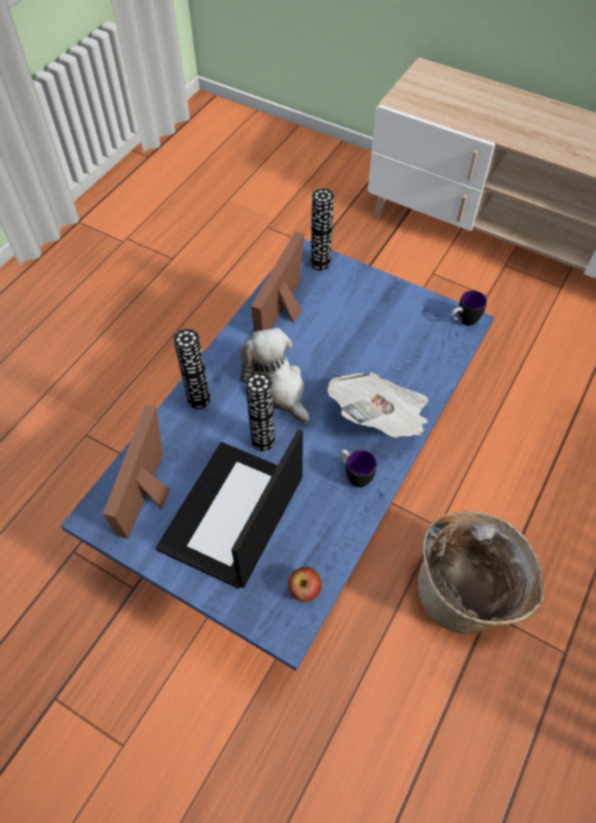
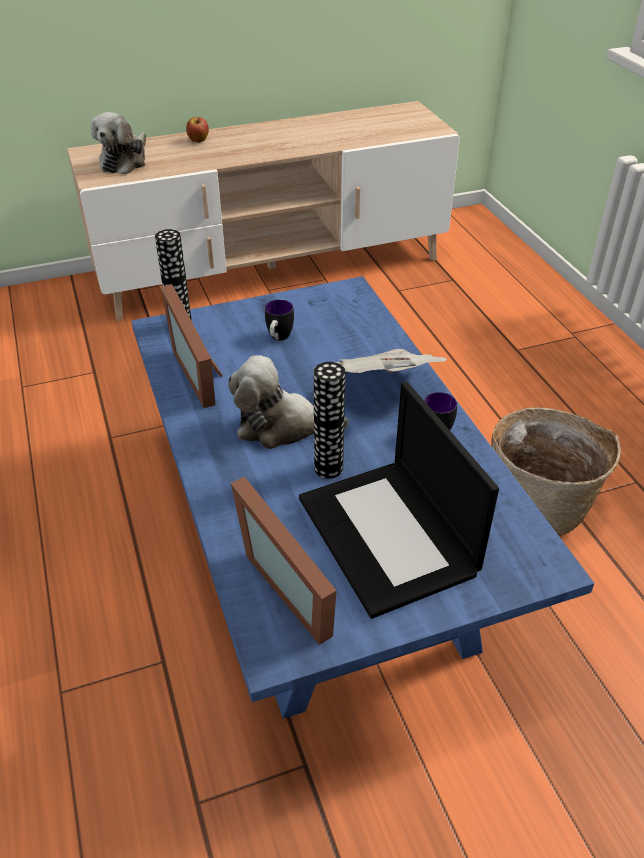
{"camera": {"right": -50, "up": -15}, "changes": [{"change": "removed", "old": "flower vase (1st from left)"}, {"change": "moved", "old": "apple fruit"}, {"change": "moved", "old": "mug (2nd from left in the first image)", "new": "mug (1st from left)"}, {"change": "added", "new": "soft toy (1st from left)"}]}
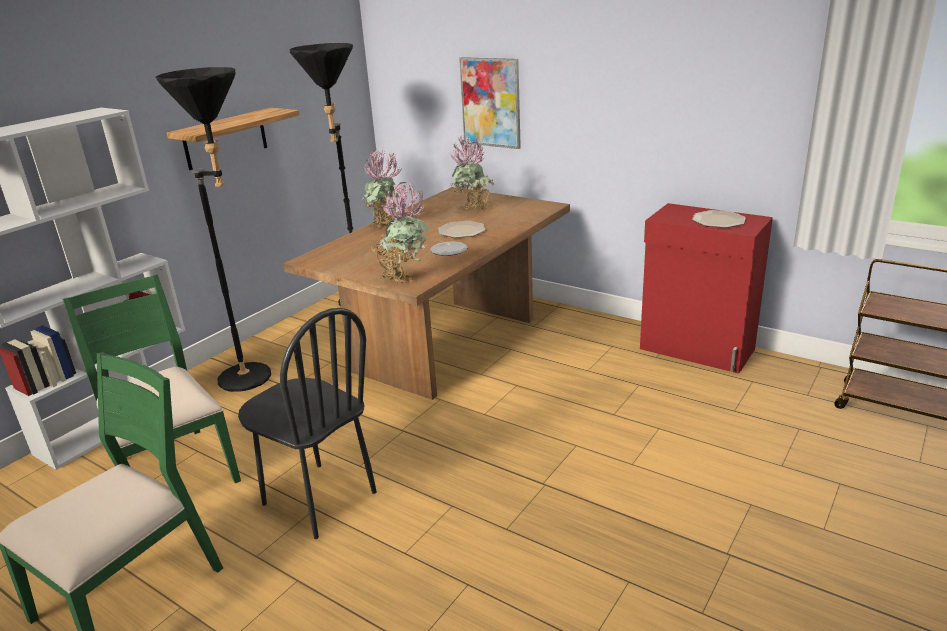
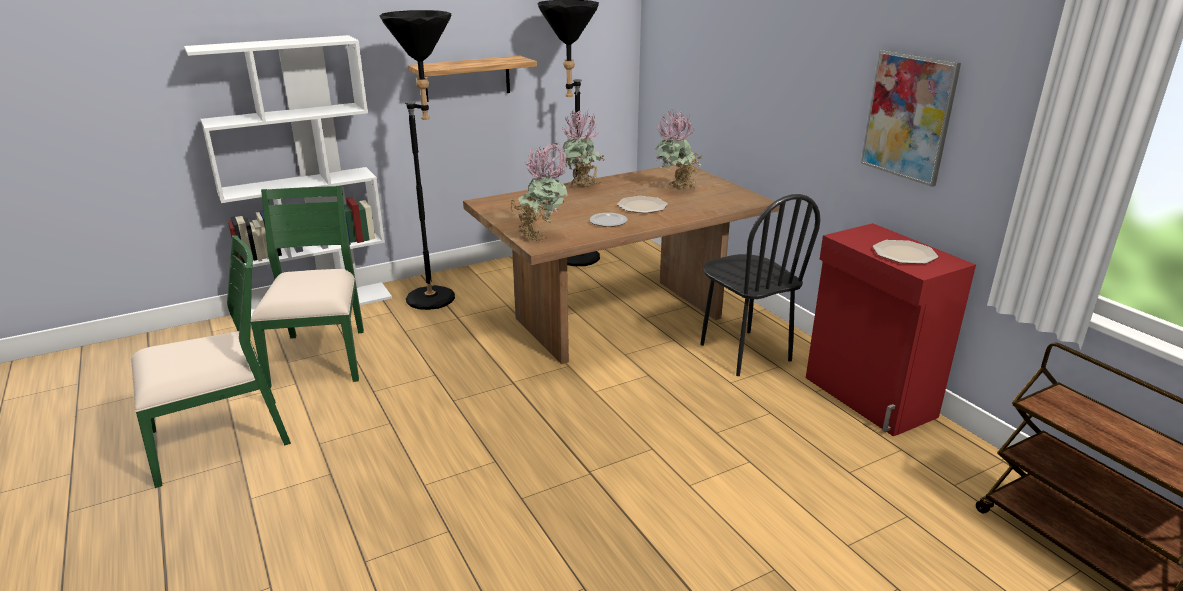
{"camera": {"right": 25, "up": 0}, "changes": [{"change": "moved", "old": "blackish chair"}, {"change": "moved", "old": "picture"}]}
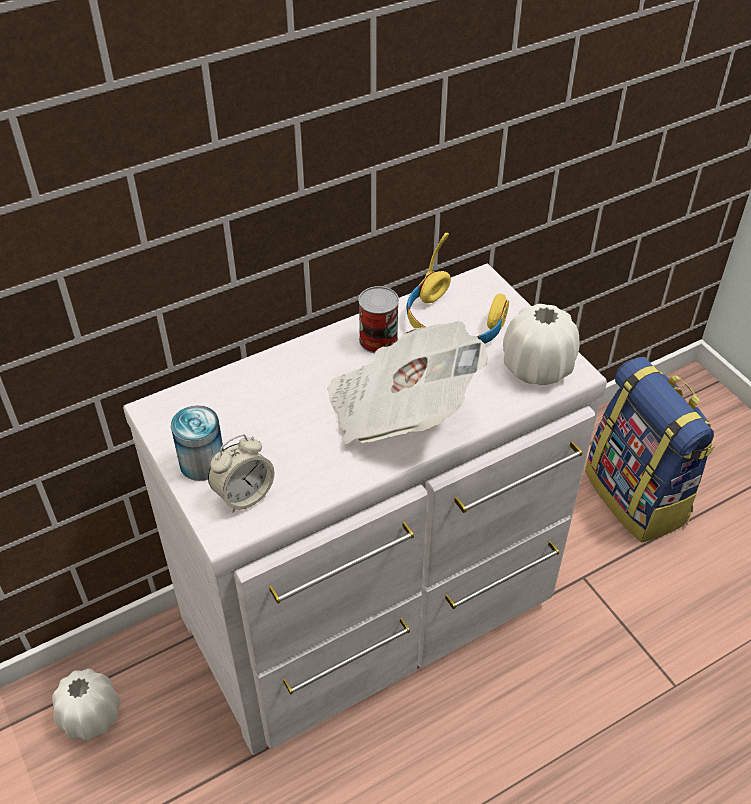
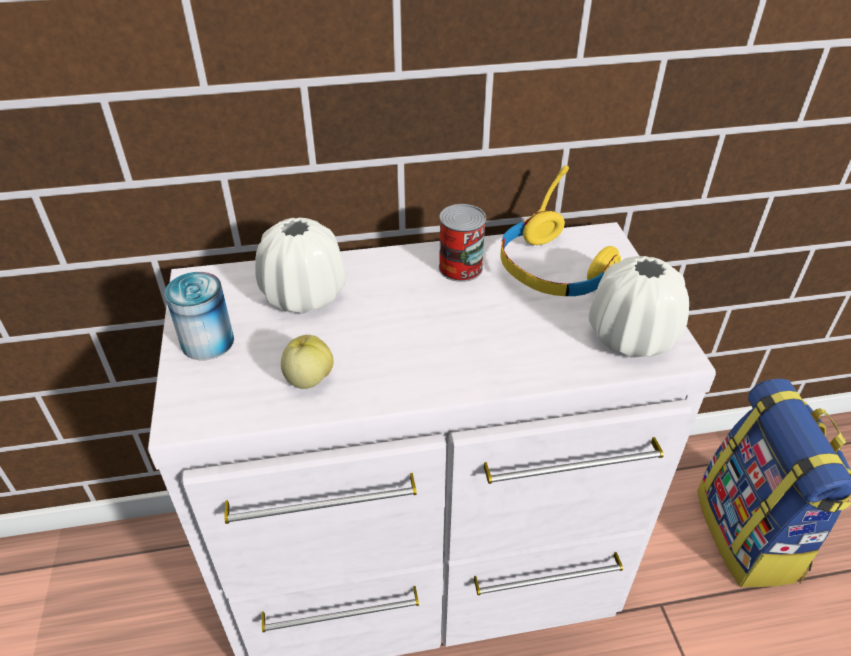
{"camera": {"right": 20, "up": -5}, "changes": [{"change": "moved", "old": "whitish flower vase (1st from left)"}, {"change": "removed", "old": "alarm clock"}, {"change": "removed", "old": "printed paper"}, {"change": "added", "new": "apple fruit"}]}
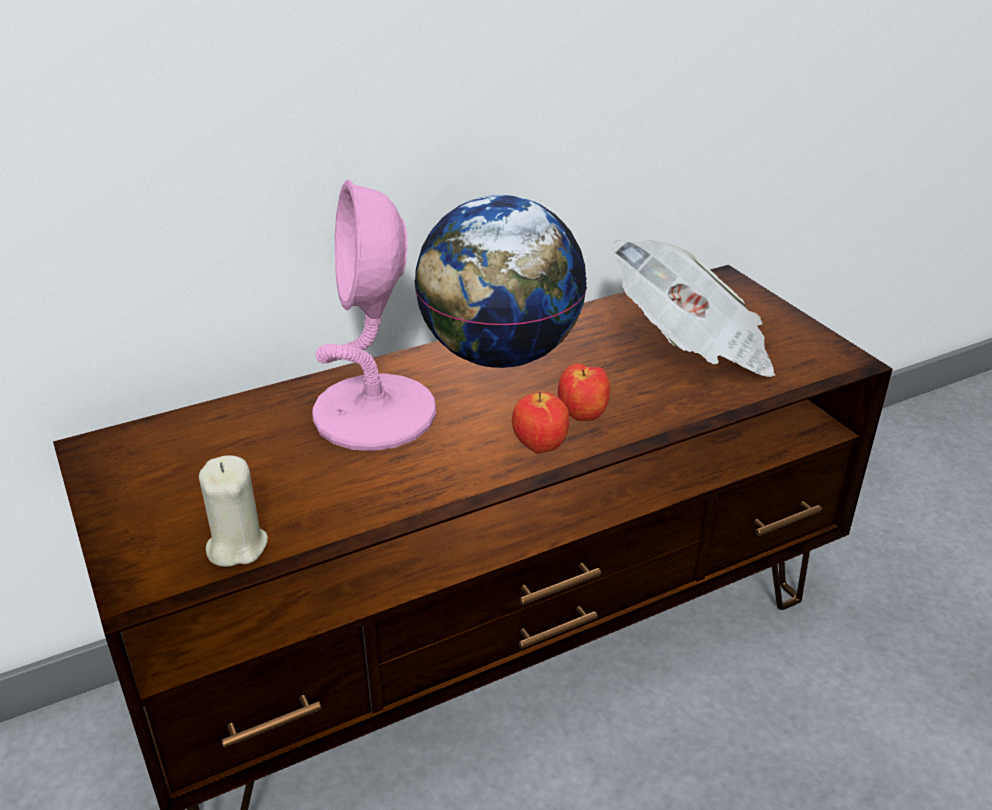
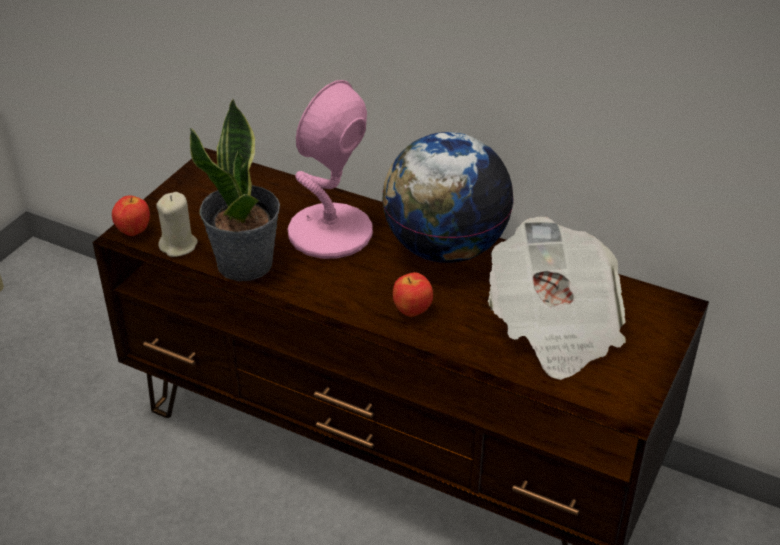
{"camera": {"right": 55, "up": 5}, "changes": [{"change": "moved", "old": "apple fruit (1st from left)"}, {"change": "added", "new": "houseplant"}]}
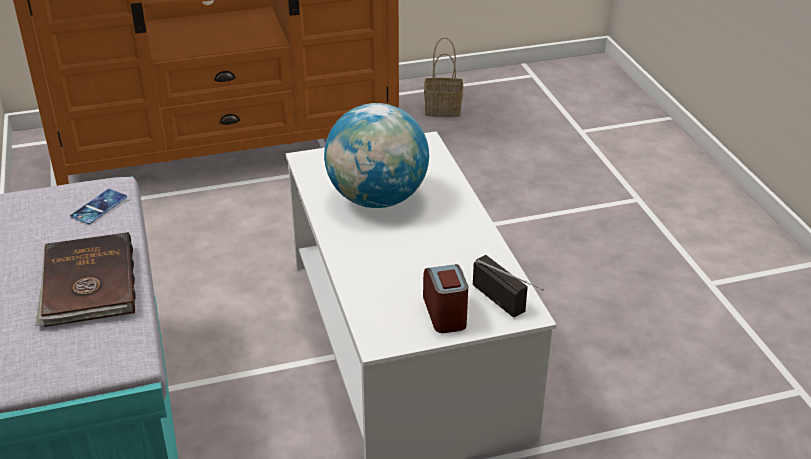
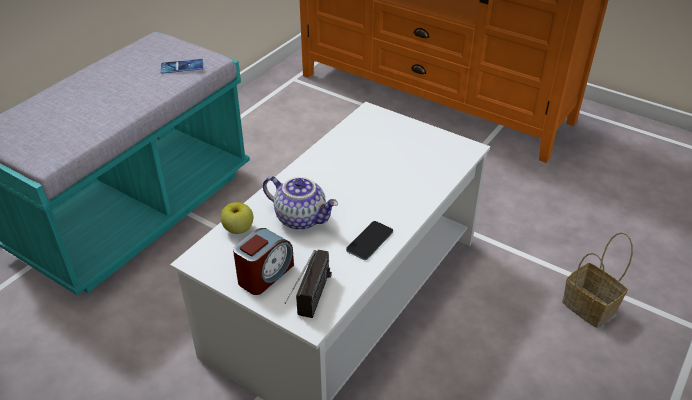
{"camera": {"right": 50, "up": 5}, "changes": [{"change": "removed", "old": "brown bound book"}, {"change": "removed", "old": "world globe"}, {"change": "moved", "old": "household basket"}, {"change": "added", "new": "apple fruit"}, {"change": "added", "new": "tea pot"}, {"change": "added", "new": "phone (2nd from left)"}]}
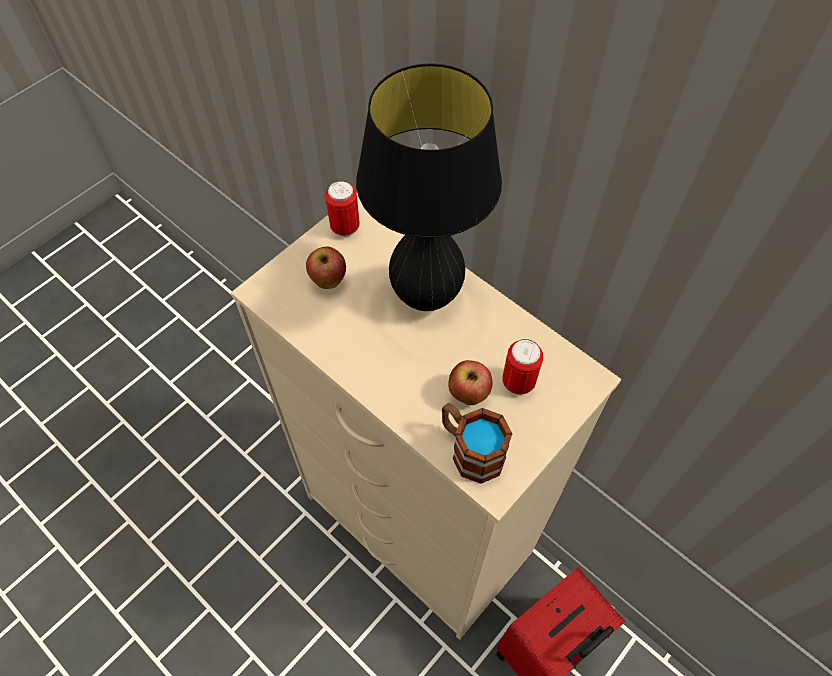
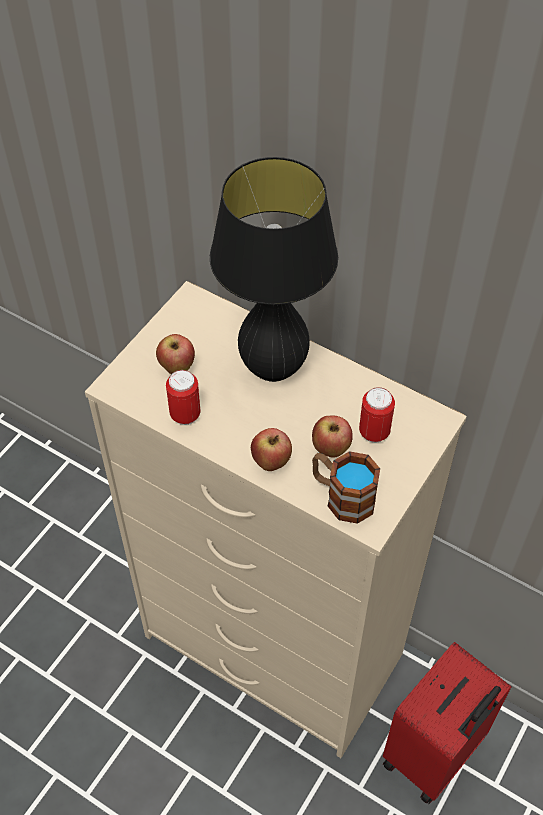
{"camera": {"right": -10, "up": -5}, "changes": [{"change": "moved", "old": "sealed can (1st from left)"}, {"change": "added", "new": "apple fruit (2nd from left)"}]}
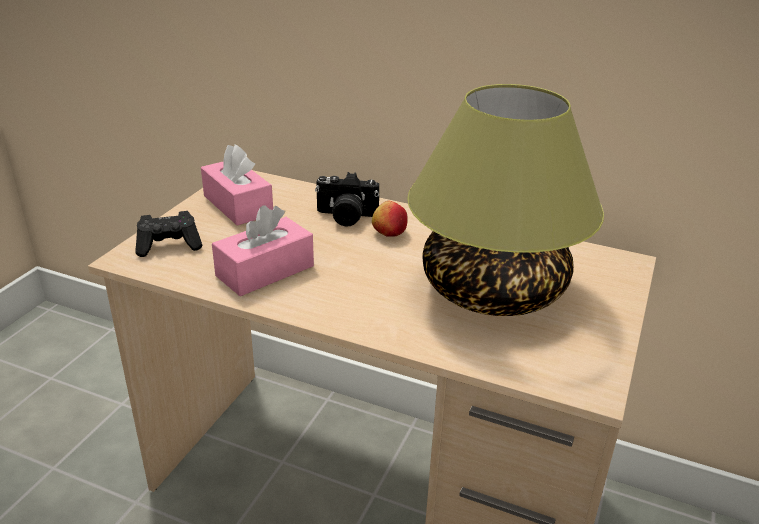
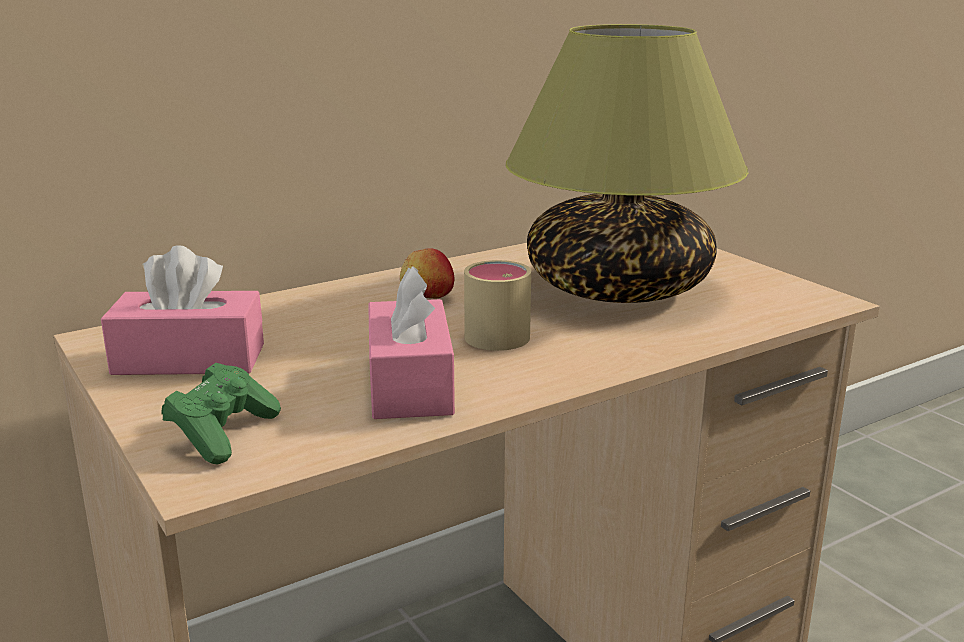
{"camera": {"right": -55, "up": -10}, "changes": [{"change": "recoloured", "old": "blackish gamepad", "new": "greenish gamepad"}, {"change": "removed", "old": "still camera"}, {"change": "added", "new": "beige-coloured mug"}]}
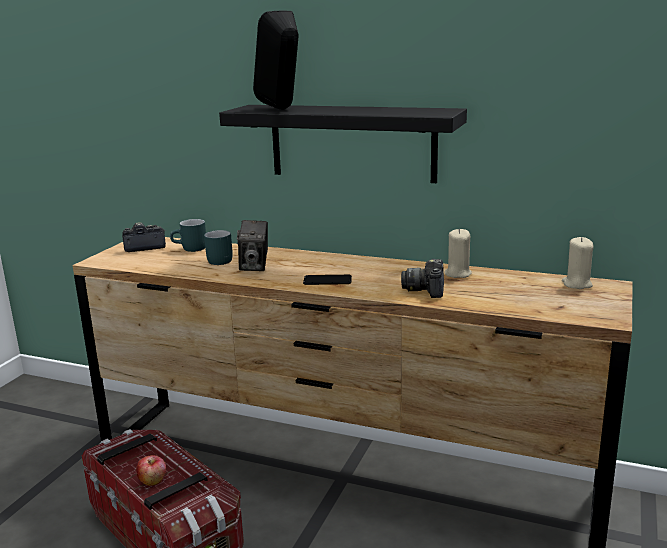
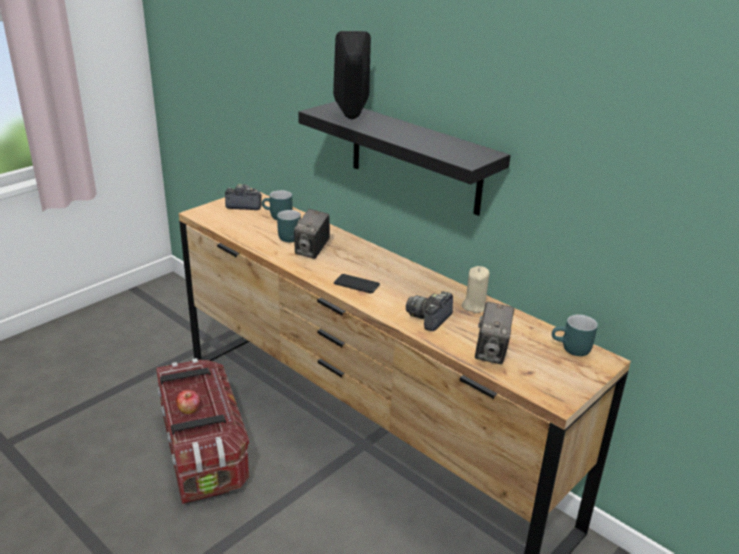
{"camera": {"right": 20, "up": 10}, "changes": [{"change": "replaced", "old": "beige-coloured wax light (2nd from left)", "new": "turquoise-coloured mug (3rd from left)"}, {"change": "added", "new": "still camera (4th from left)"}]}
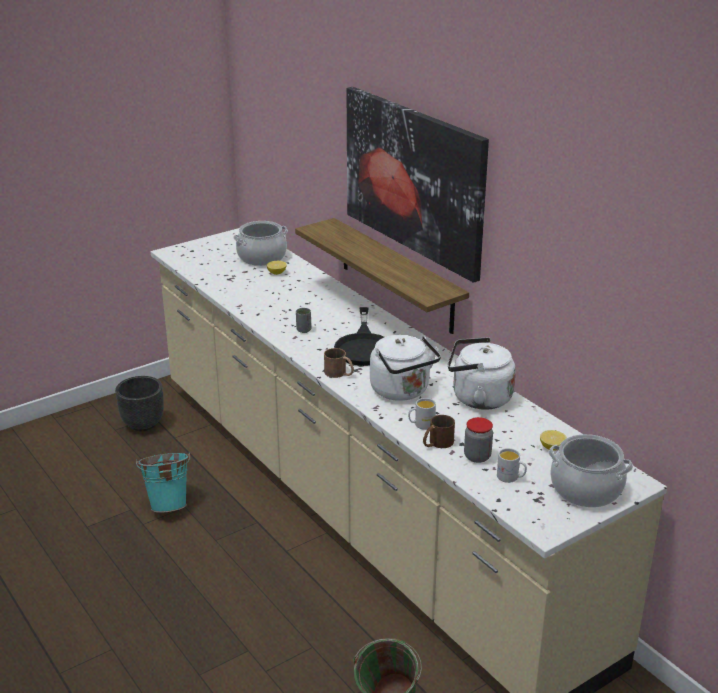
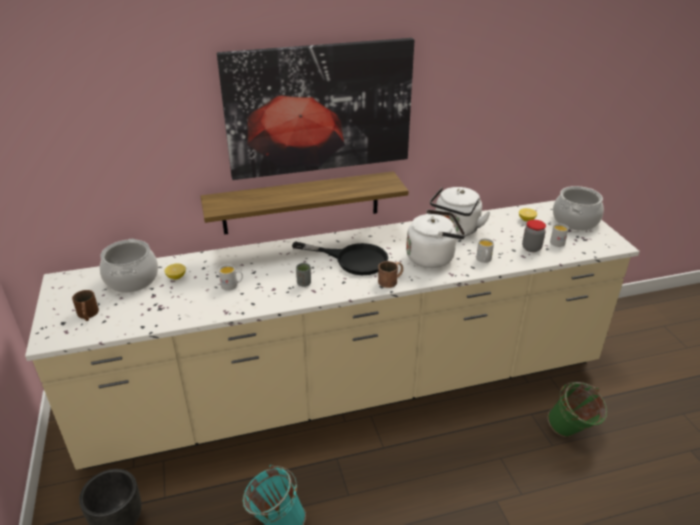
{"camera": {"right": -70, "up": 5}, "changes": [{"change": "moved", "old": "brown mug (2nd from left in the first image)", "new": "brown mug (1st from left)"}, {"change": "added", "new": "whitish mug (1st from left)"}]}
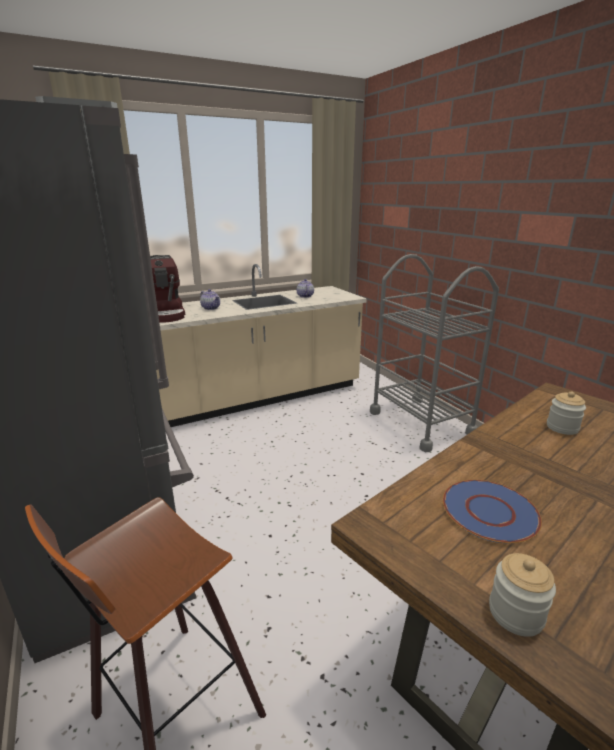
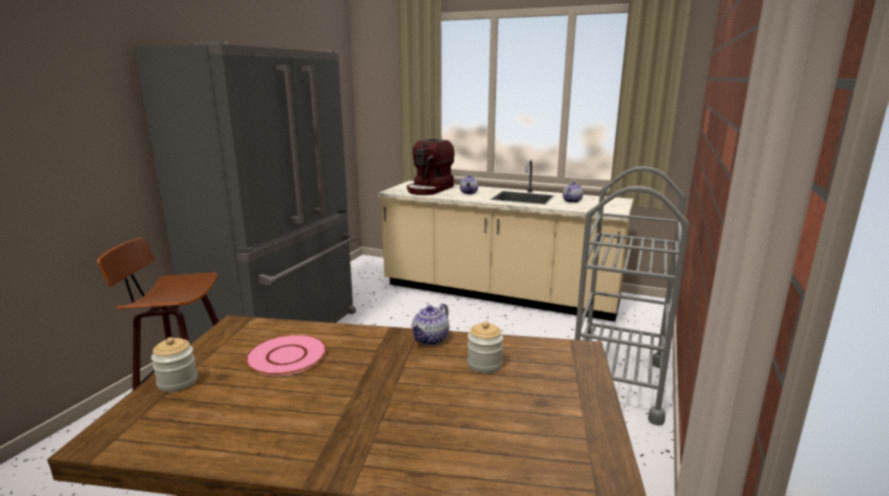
{"camera": {"right": 50, "up": -5}, "changes": [{"change": "recoloured", "old": "blue-coloured flat dish", "new": "pink-coloured flat dish"}, {"change": "added", "new": "tea pot (1st from left)"}]}
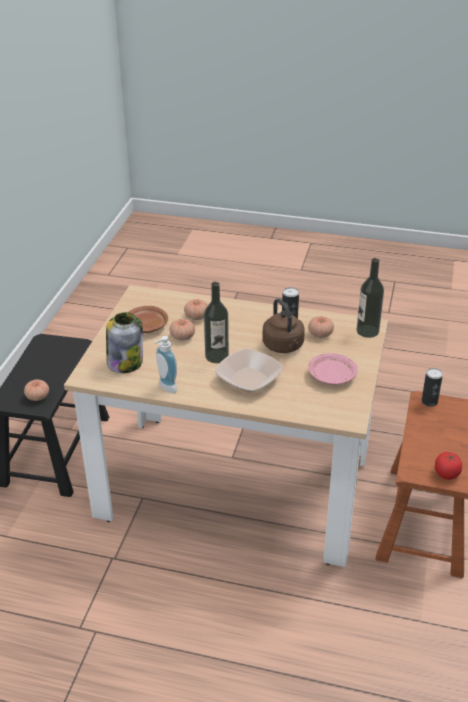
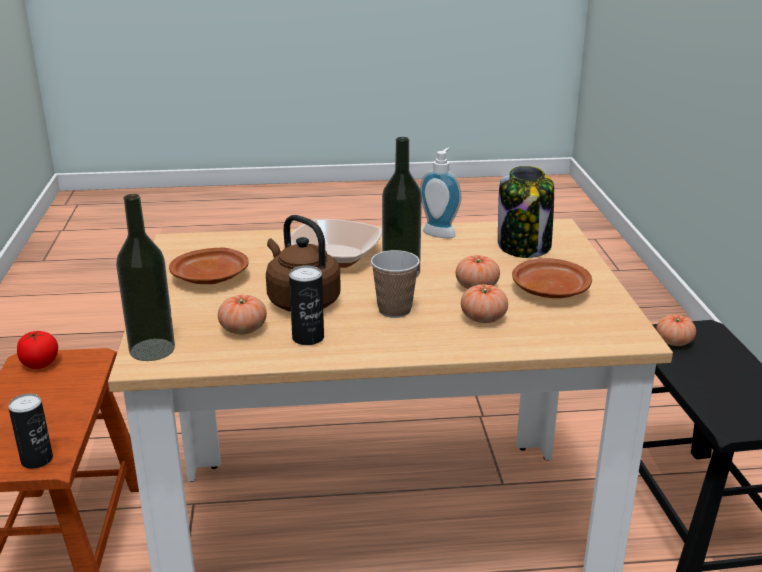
{"camera": {"right": 160, "up": -10}, "changes": [{"change": "recoloured", "old": "pink-coloured flat dish", "new": "brown flat dish (1st from left)"}, {"change": "added", "new": "small cup"}]}
